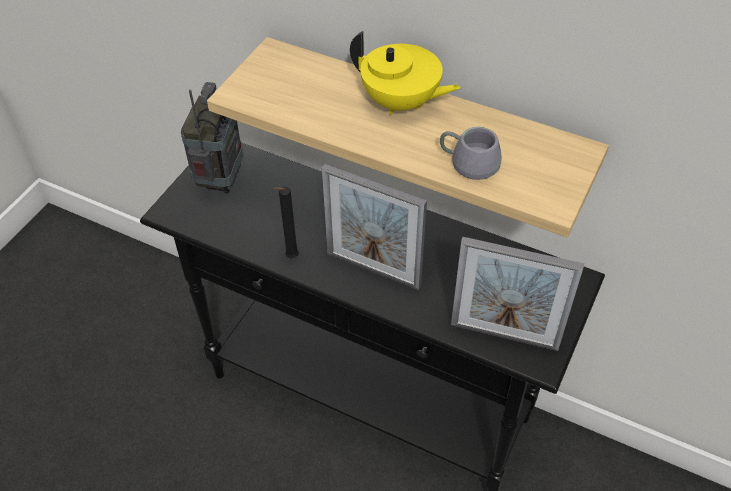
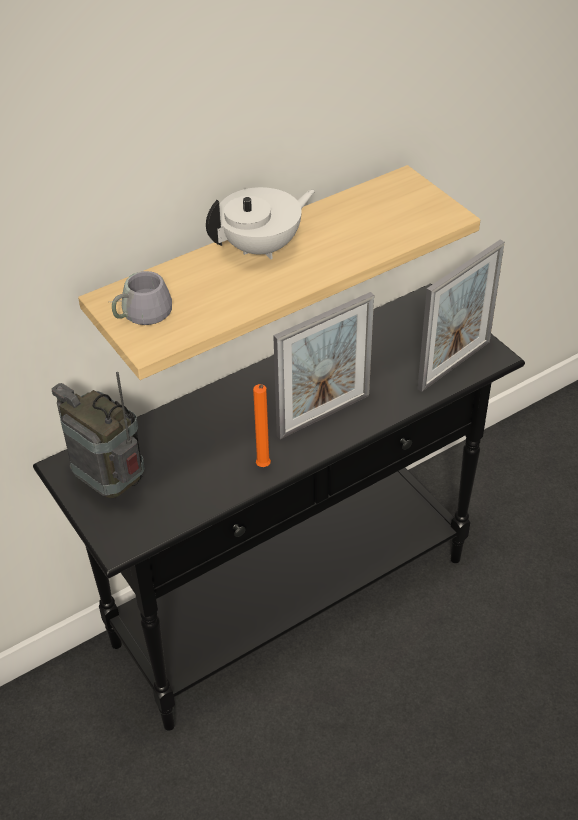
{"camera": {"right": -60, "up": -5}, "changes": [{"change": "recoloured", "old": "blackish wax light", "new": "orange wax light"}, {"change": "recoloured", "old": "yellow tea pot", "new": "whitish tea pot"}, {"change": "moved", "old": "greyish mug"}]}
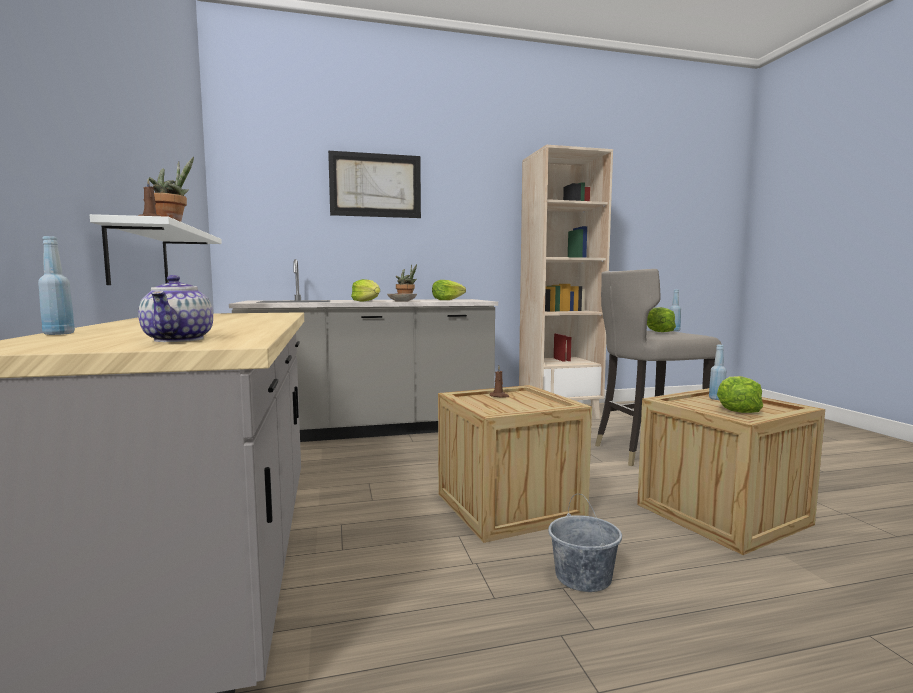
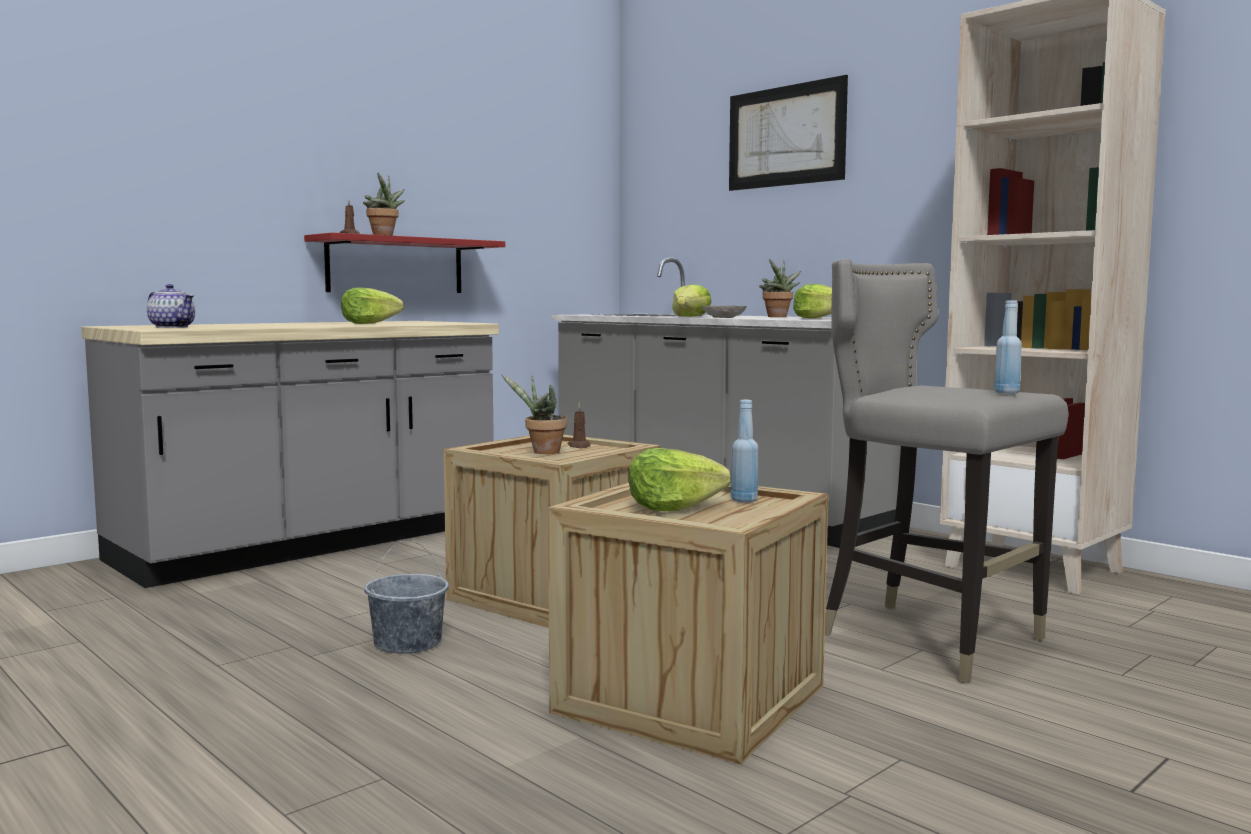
{"camera": {"right": 60, "up": 0}, "changes": [{"change": "removed", "old": "blue-coloured bottle (1st from left)"}, {"change": "recoloured", "old": "whitish shelf", "new": "reddish shelf"}, {"change": "turned", "old": "tea pot", "degrees": -105}, {"change": "moved", "old": "head of lettuce (3rd from left in the first image)", "new": "head of lettuce (1st from left)"}, {"change": "added", "new": "houseplant (2nd from left)"}]}
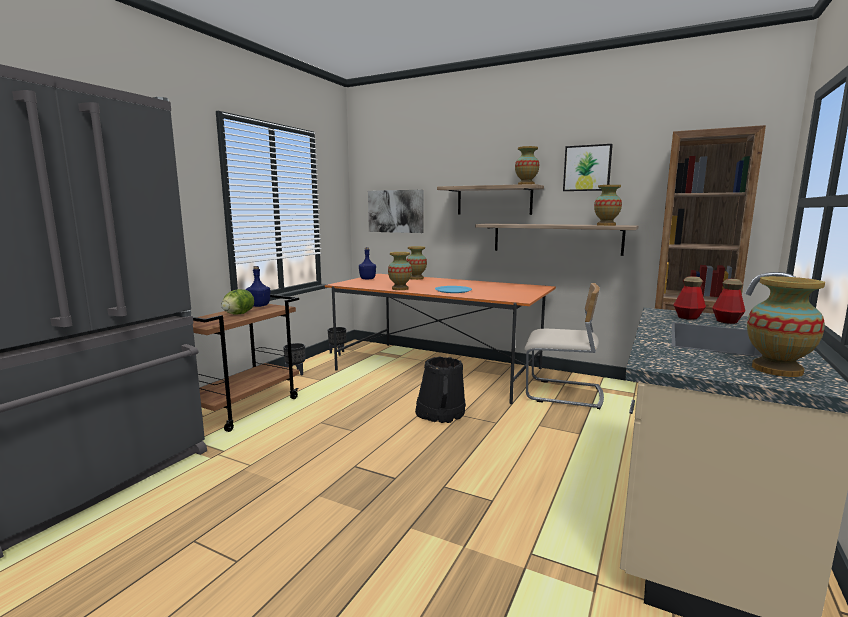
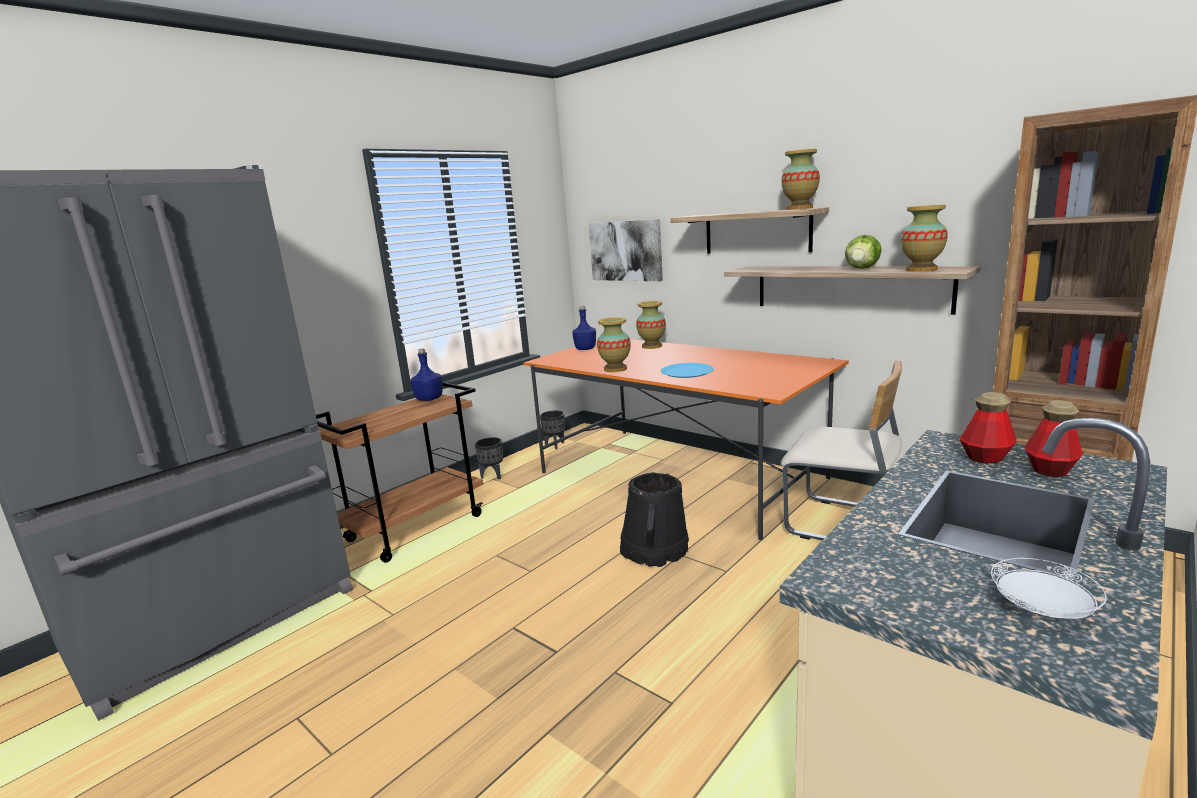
{"camera": {"right": 15, "up": 5}, "changes": [{"change": "moved", "old": "head of lettuce"}, {"change": "removed", "old": "picture (2nd from left)"}, {"change": "replaced", "old": "flower vase (5th from left)", "new": "whitish flat dish"}]}
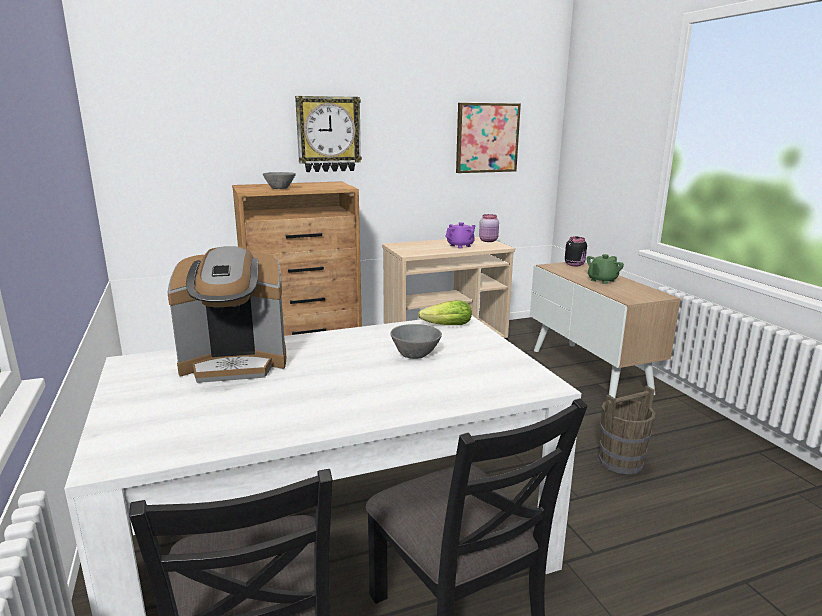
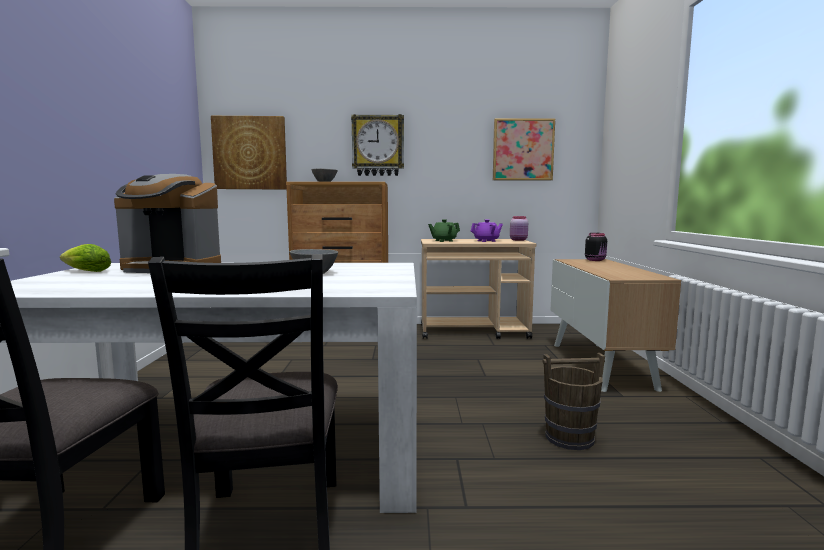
{"camera": {"right": 20, "up": -10}, "changes": [{"change": "moved", "old": "head of lettuce"}, {"change": "moved", "old": "greenish tea pot"}, {"change": "added", "new": "picture (1st from left)"}]}
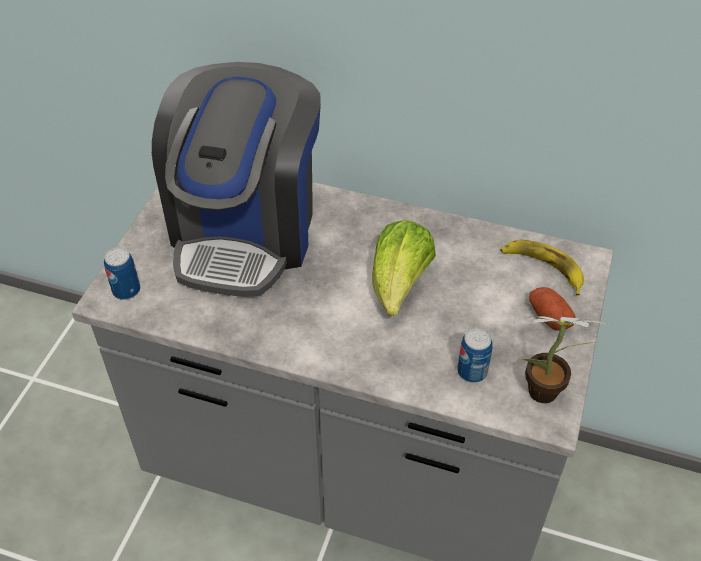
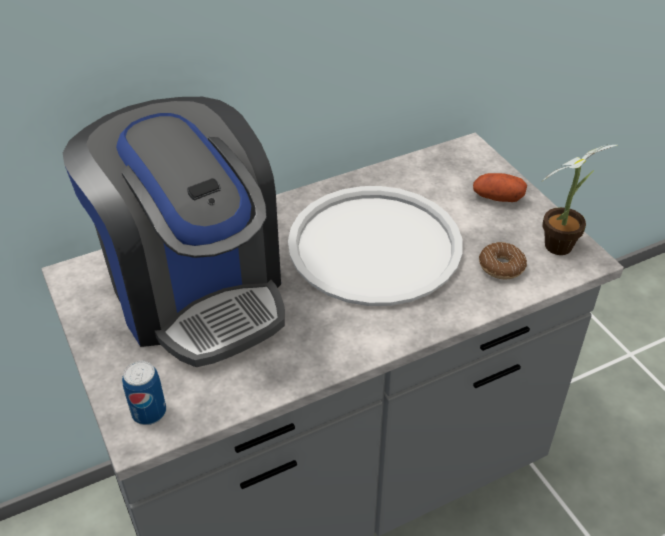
{"camera": {"right": -45, "up": -5}, "changes": [{"change": "replaced", "old": "head of lettuce", "new": "whitish serving tray"}, {"change": "replaced", "old": "sealed can (2nd from left)", "new": "doughnut"}, {"change": "removed", "old": "banana fruit"}]}
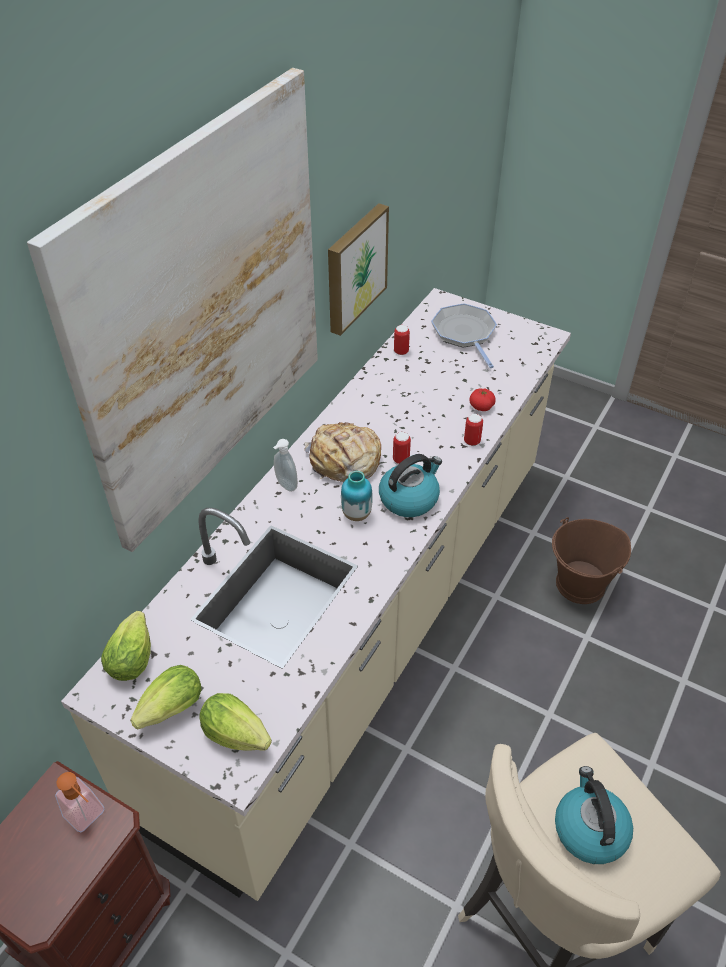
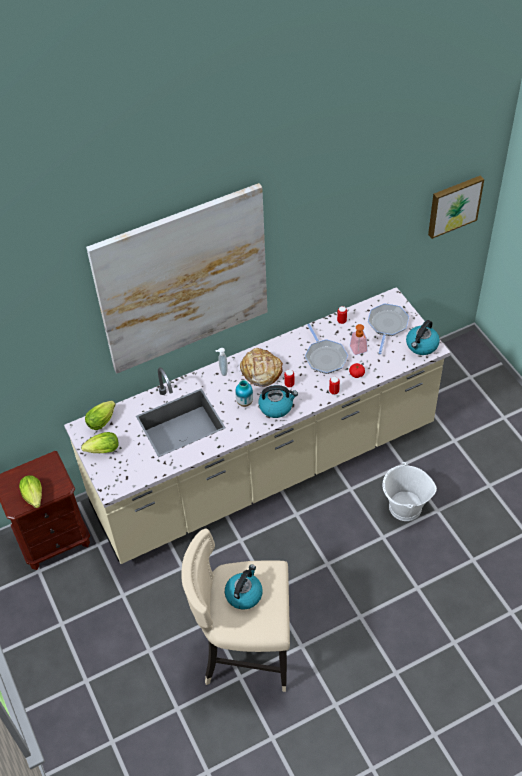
{"camera": {"right": 35, "up": 5}, "changes": [{"change": "moved", "old": "soap bottle (1st from left in the first image)", "new": "soap bottle (2nd from left)"}, {"change": "moved", "old": "head of lettuce (3rd from left in the first image)", "new": "head of lettuce (1st from left)"}, {"change": "moved", "old": "picture (2nd from left)"}, {"change": "recoloured", "old": "brown pail", "new": "whitish pail"}, {"change": "added", "new": "pan (1st from left)"}, {"change": "added", "new": "kettle (3rd from left)"}]}
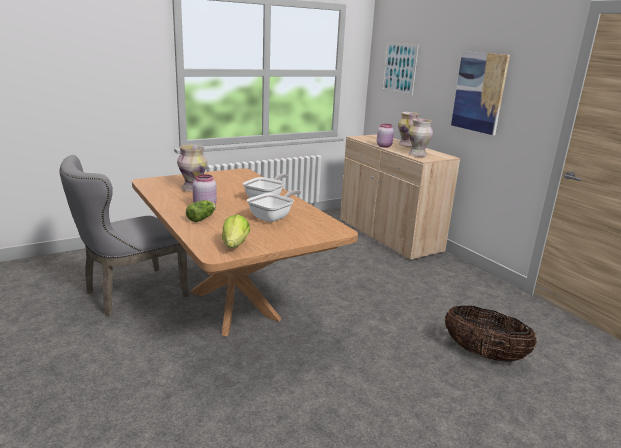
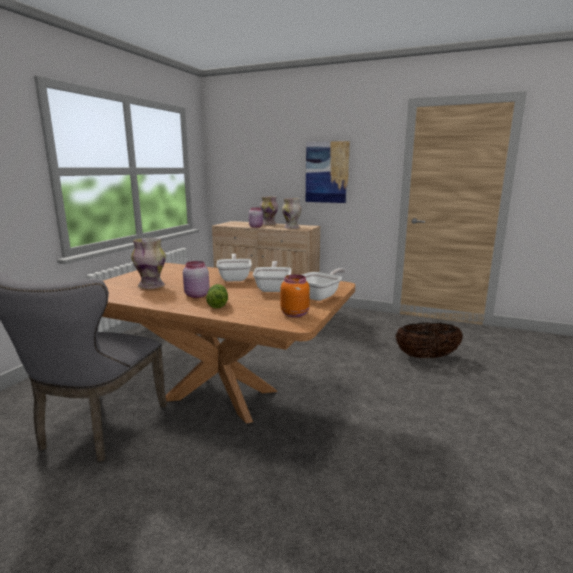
{"camera": {"right": -35, "up": -5}, "changes": [{"change": "replaced", "old": "head of lettuce (2nd from left)", "new": "orange storage jar"}, {"change": "removed", "old": "picture (1st from left)"}, {"change": "added", "new": "pan (3rd from left)"}]}
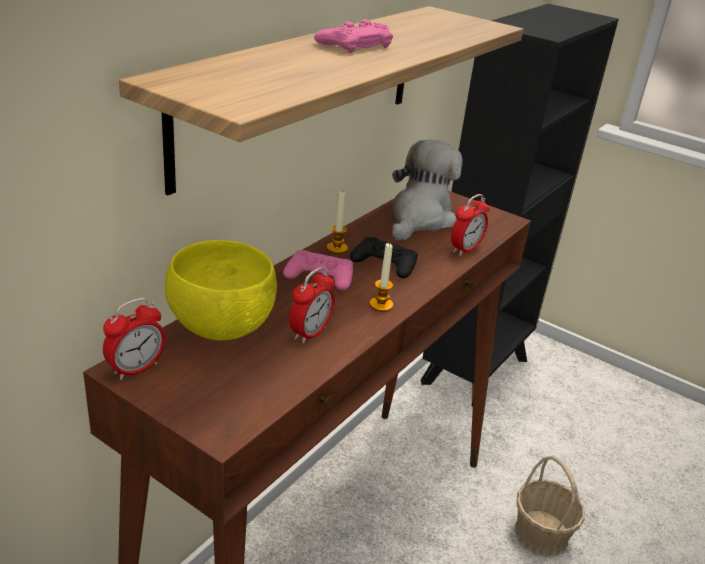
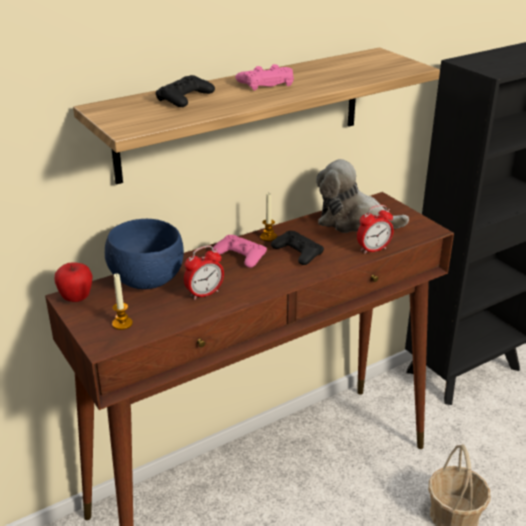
{"camera": {"right": 25, "up": 0}, "changes": [{"change": "replaced", "old": "alarm clock (1st from left)", "new": "apple fruit"}, {"change": "recoloured", "old": "yellow serving bowl", "new": "blue-coloured serving bowl"}, {"change": "moved", "old": "wax light (2nd from left in the first image)", "new": "wax light (1st from left)"}, {"change": "turned", "old": "soft toy", "degrees": -120}, {"change": "added", "new": "blackish gamepad (1st from left)"}]}
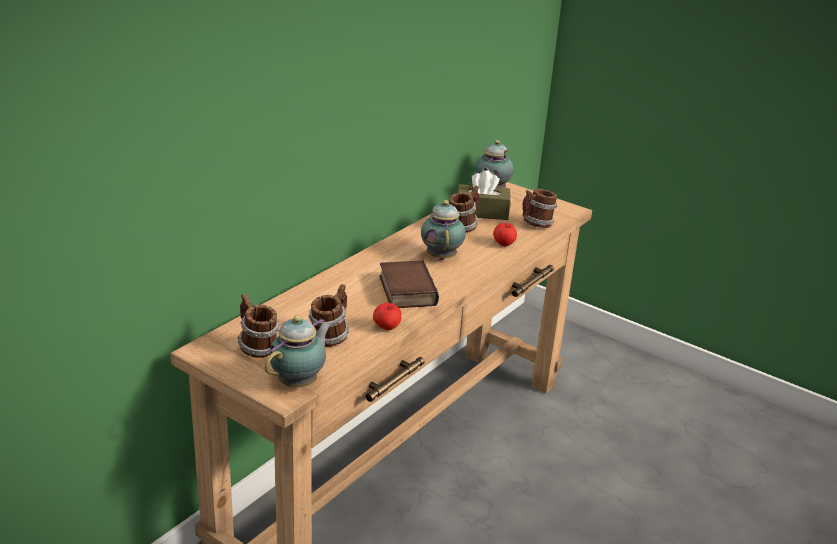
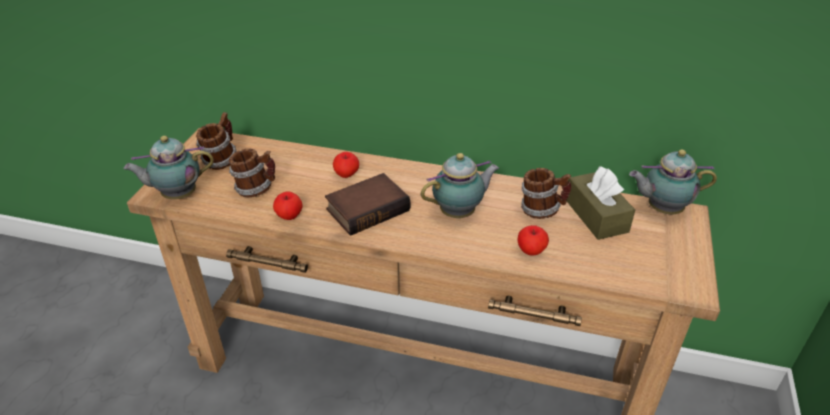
{"camera": {"right": 70, "up": 10}, "changes": [{"change": "turned", "old": "tea pot (1st from left)", "degrees": 150}, {"change": "removed", "old": "mug (4th from left)"}, {"change": "added", "new": "apple fruit (2nd from left)"}]}
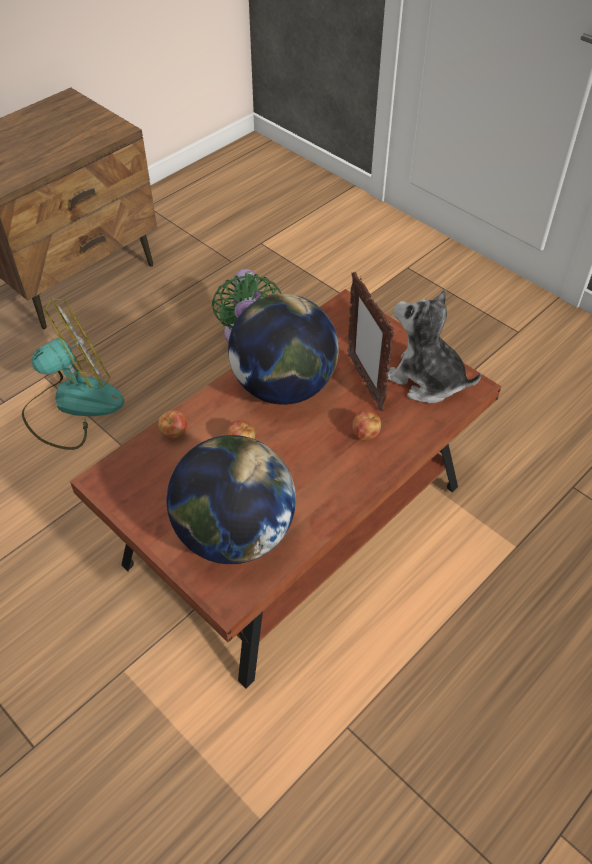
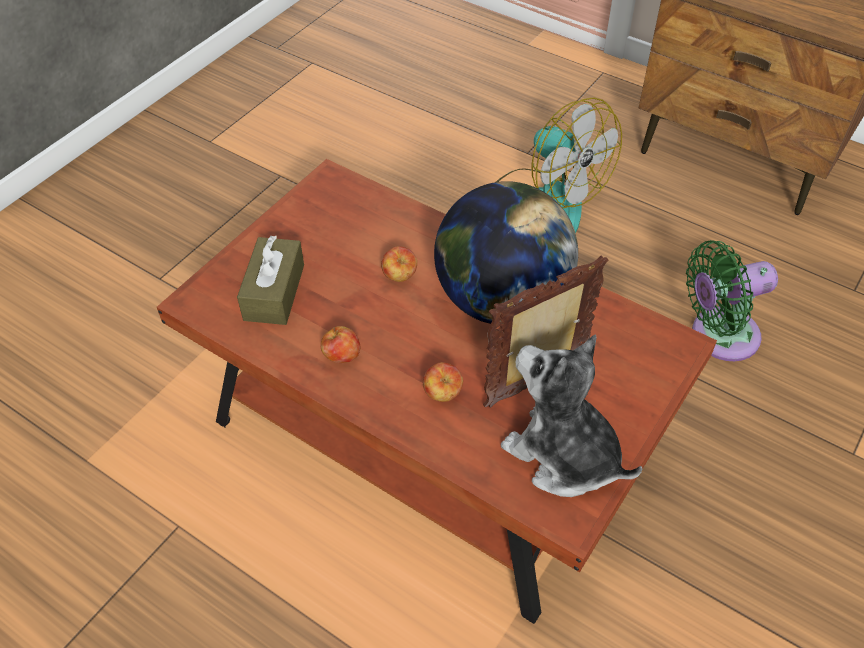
{"camera": {"right": 80, "up": 0}, "changes": [{"change": "moved", "old": "apple fruit (1st from left)"}, {"change": "replaced", "old": "world globe (1st from left)", "new": "brown tissue box"}, {"change": "turned", "old": "soft toy", "degrees": -75}]}
